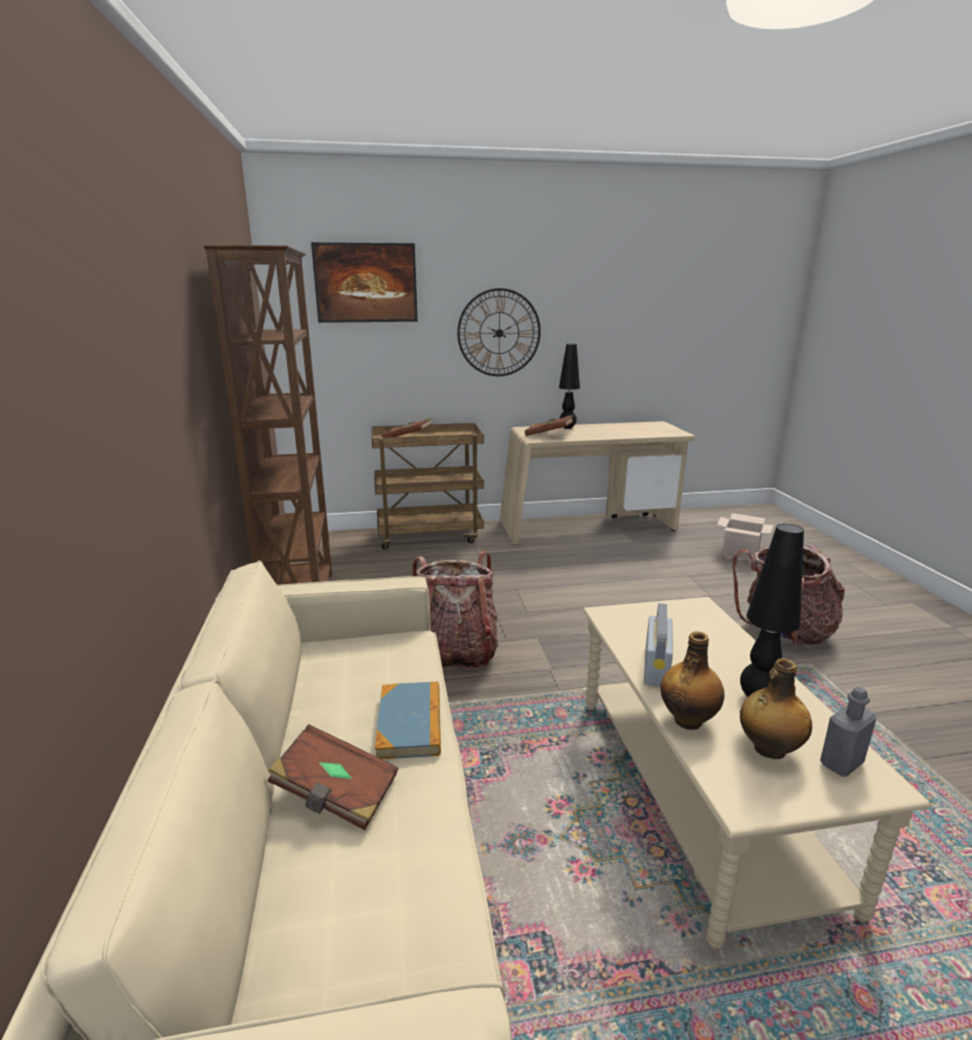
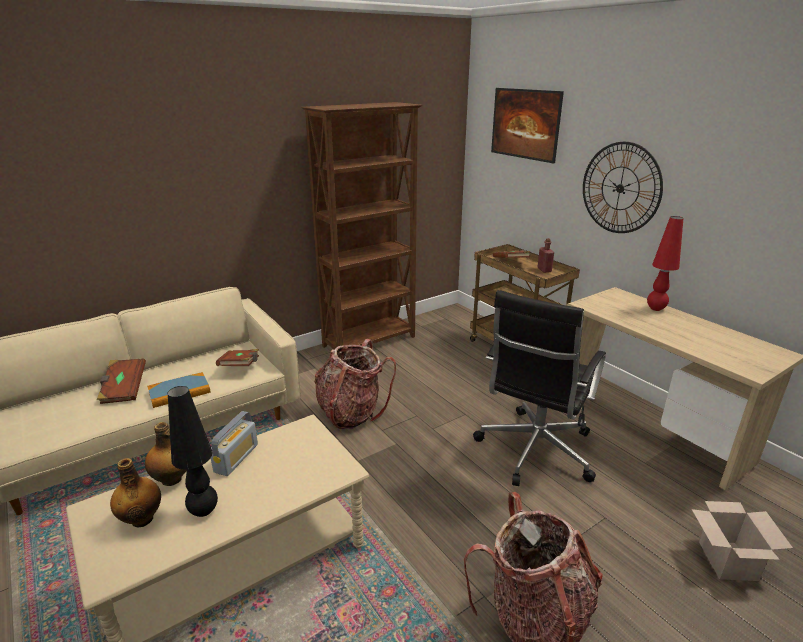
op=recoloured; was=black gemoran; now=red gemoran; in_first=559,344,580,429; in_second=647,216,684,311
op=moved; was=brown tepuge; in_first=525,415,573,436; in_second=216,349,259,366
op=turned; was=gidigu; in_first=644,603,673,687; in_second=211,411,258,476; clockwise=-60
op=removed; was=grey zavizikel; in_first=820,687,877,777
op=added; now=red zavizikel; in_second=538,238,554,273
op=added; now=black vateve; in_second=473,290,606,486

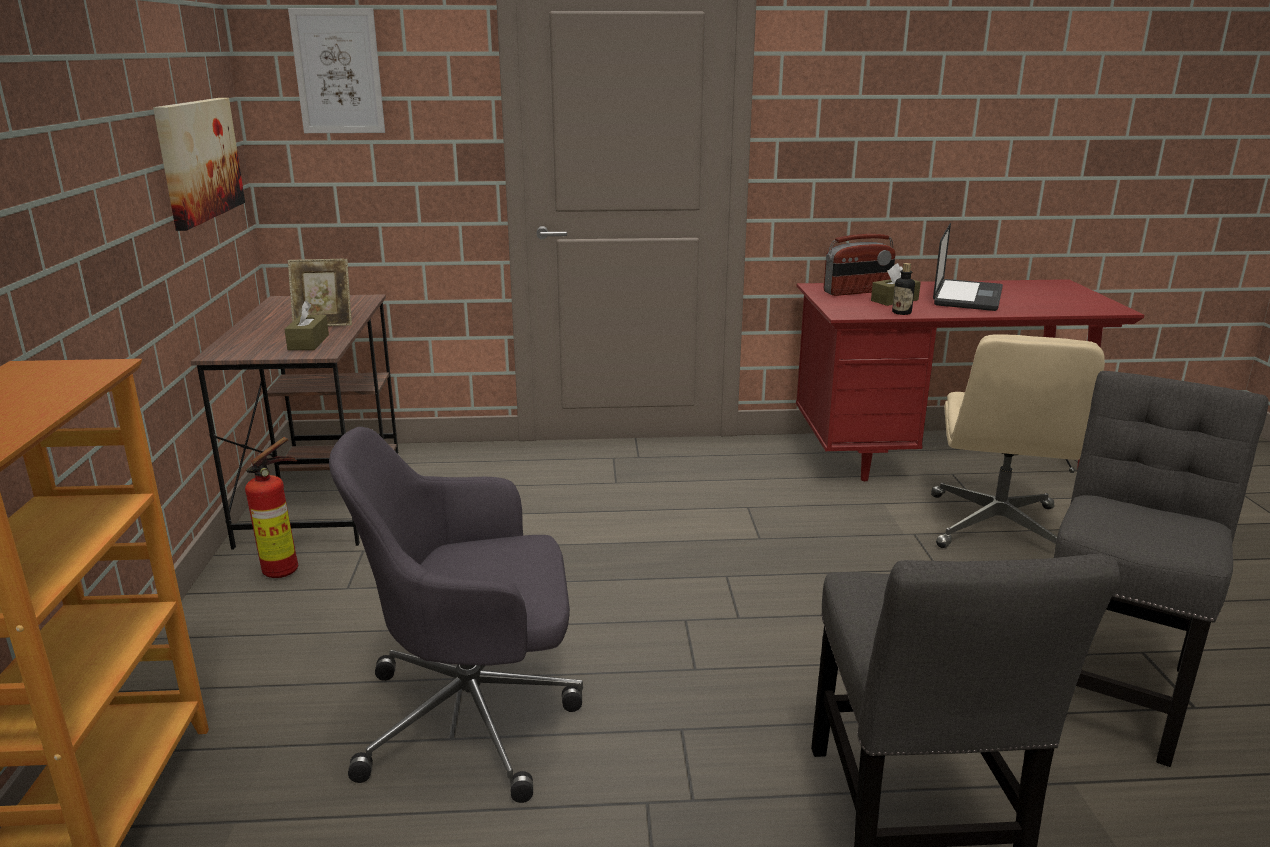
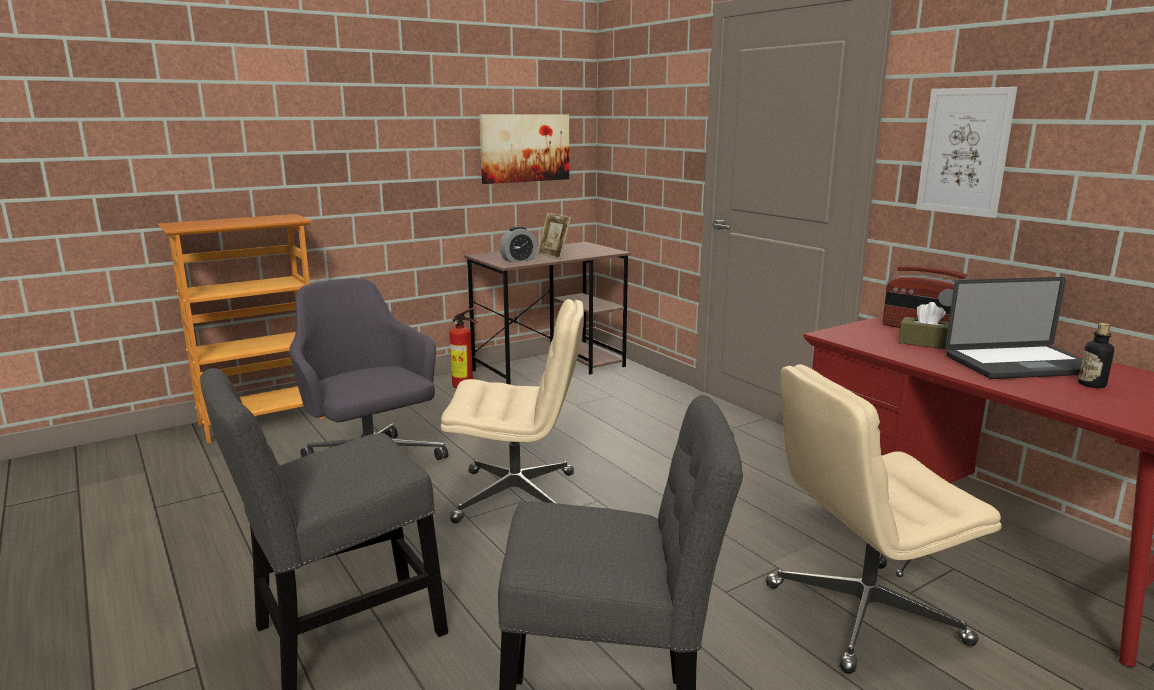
op=moved; was=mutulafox; in_first=288,8,385,133; in_second=916,87,1017,218
op=moved; was=zavizikel; in_first=892,263,915,315; in_second=1078,323,1114,388
op=replaced; was=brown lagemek; now=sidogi; in_first=284,301,329,350; in_second=499,226,537,263
op=added; now=beige vateve; in_second=441,299,584,523

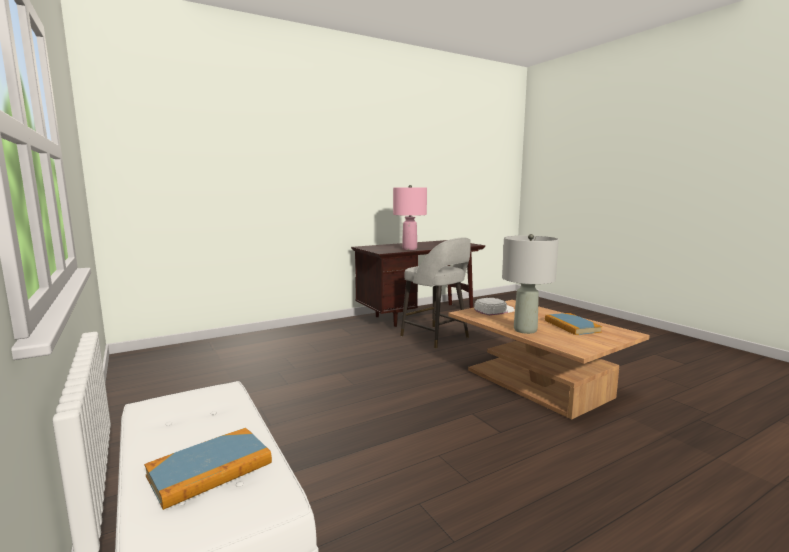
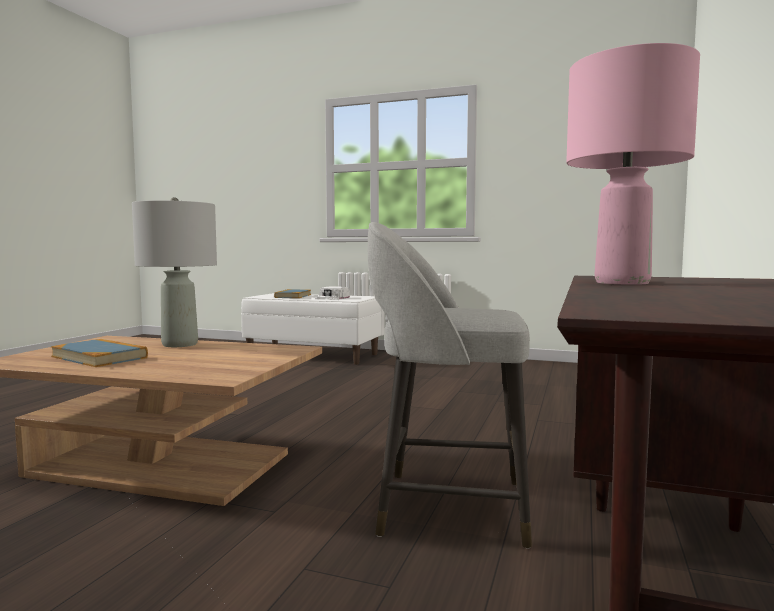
op=moved; was=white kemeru; in_first=474,298,515,316; in_second=315,286,350,300

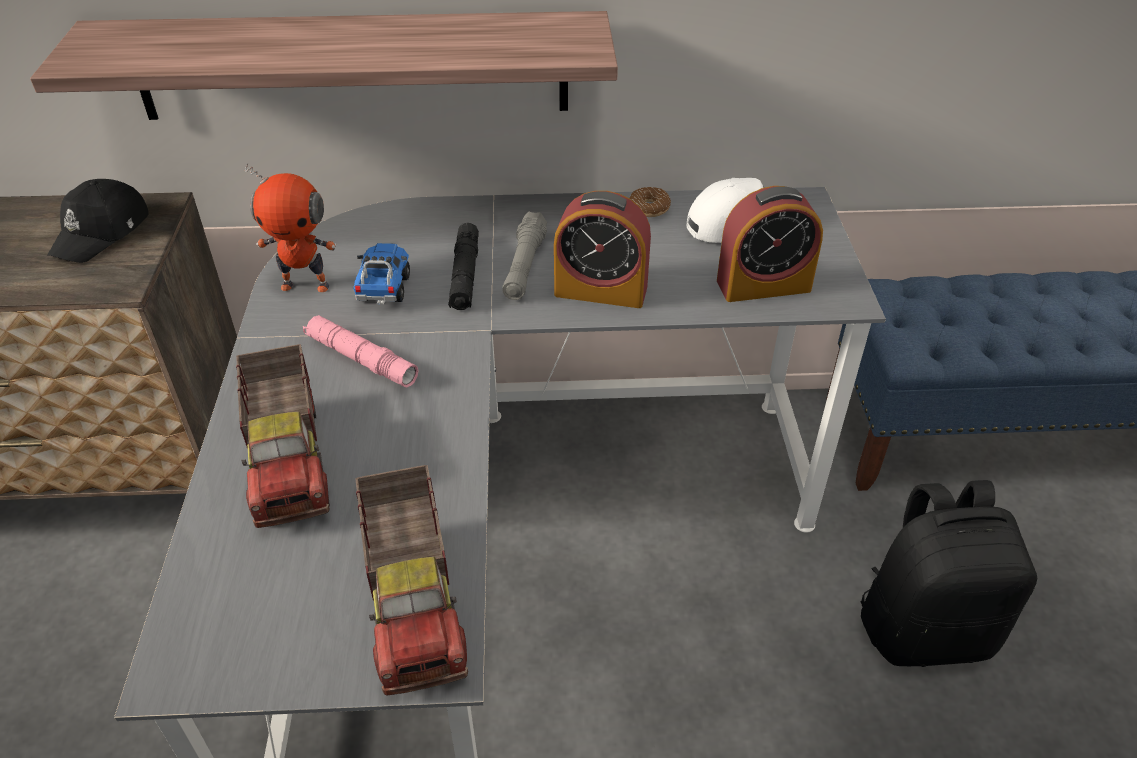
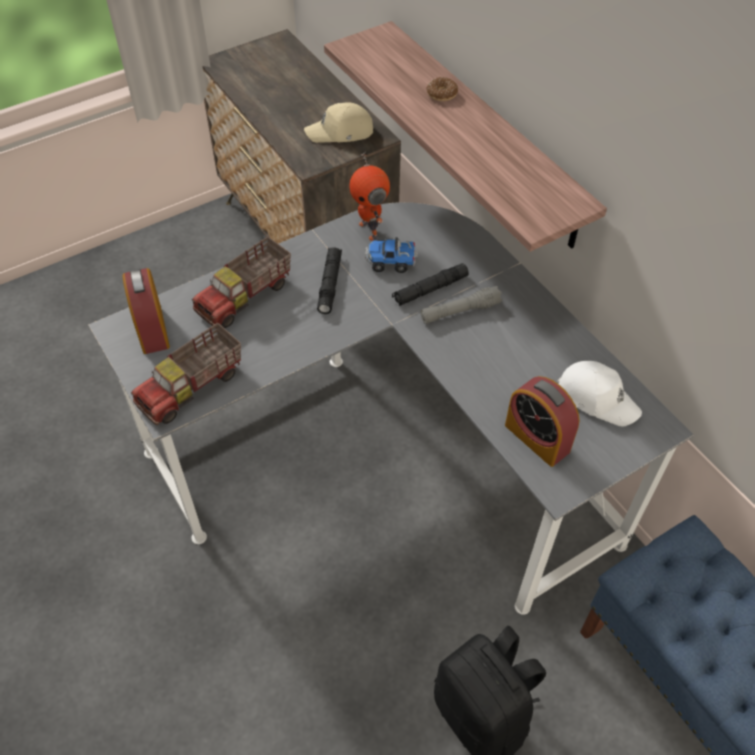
op=recoloured; was=black kemeru; now=beige kemeru; in_first=47,179,149,263; in_second=304,102,373,143
op=moved; was=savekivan; in_first=629,187,671,217; in_second=426,77,458,101
op=moved; was=sidogi; in_first=554,191,651,308; in_second=123,268,170,354
op=turned; was=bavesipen; in_first=353,243,410,304; in_second=365,236,418,273; clockwise=-150
op=recoloured; was=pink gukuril; now=black gukuril; in_first=303,315,419,387; in_second=317,247,342,314

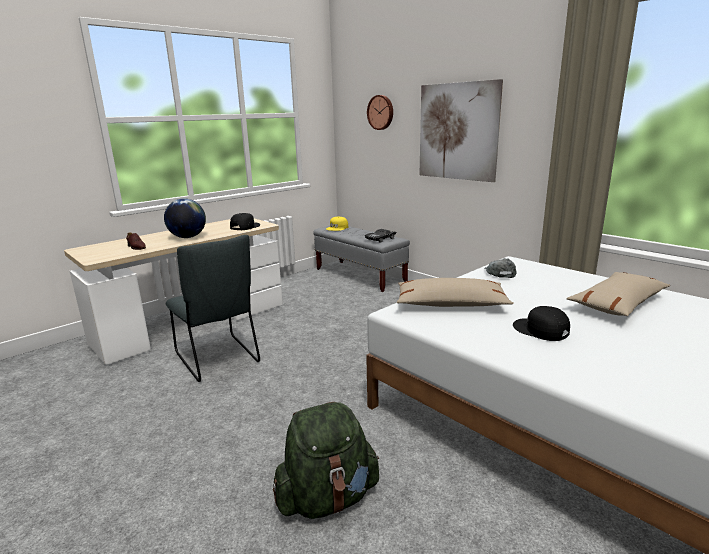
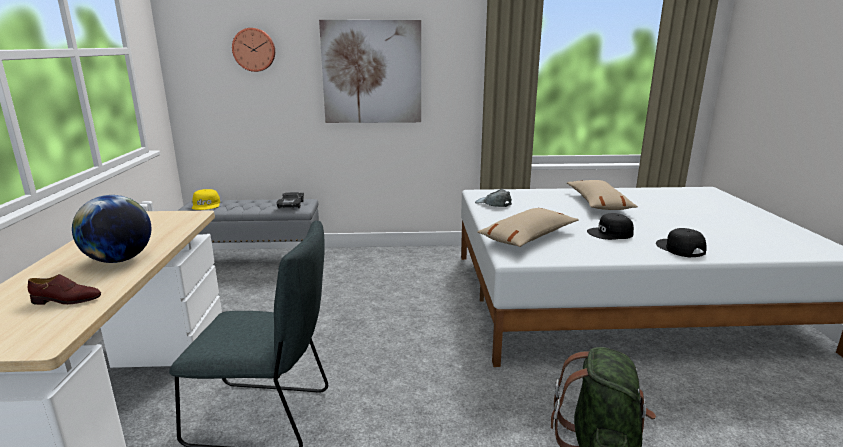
op=moved; was=black kemeru; in_first=230,213,260,230; in_second=656,228,707,257

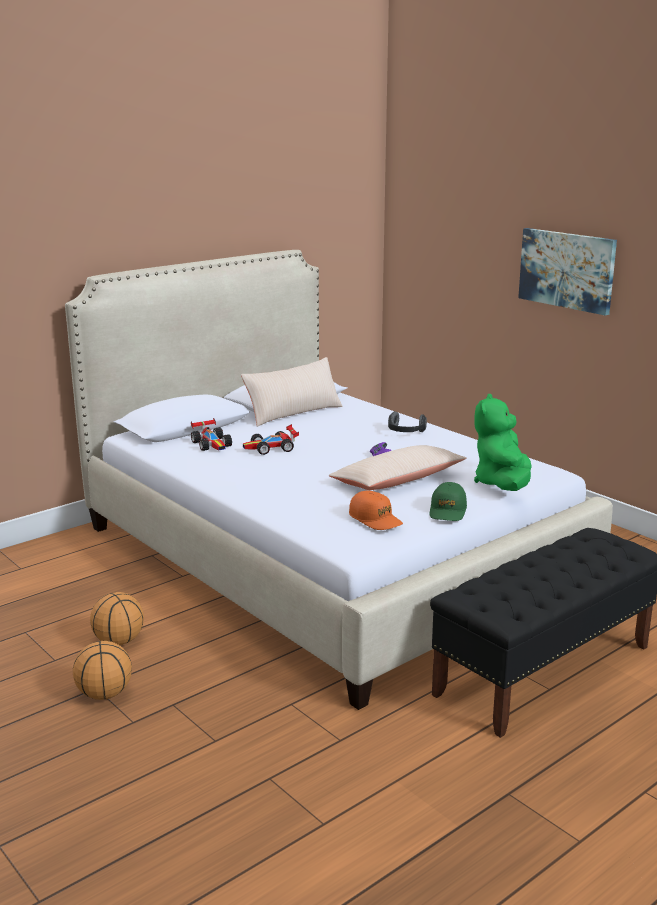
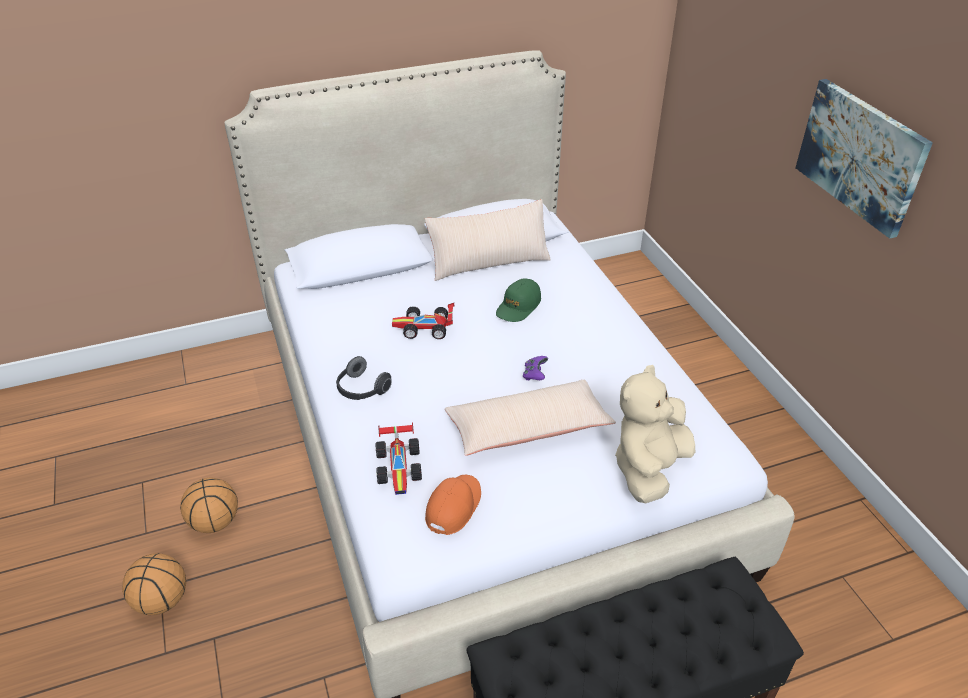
op=recoloured; was=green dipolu; now=beige dipolu; in_first=474,394,532,491; in_second=615,365,695,504
op=moved; was=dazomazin; in_first=388,411,427,432; in_second=336,356,392,400
op=moved; was=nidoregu; in_first=191,418,232,451; in_second=376,422,422,495
op=moved; was=green kemeru; in_first=429,482,467,521; in_second=496,278,541,322
op=turned; was=orange kemeru; in_first=349,491,403,530; in_second=425,475,481,535; clockwise=-135

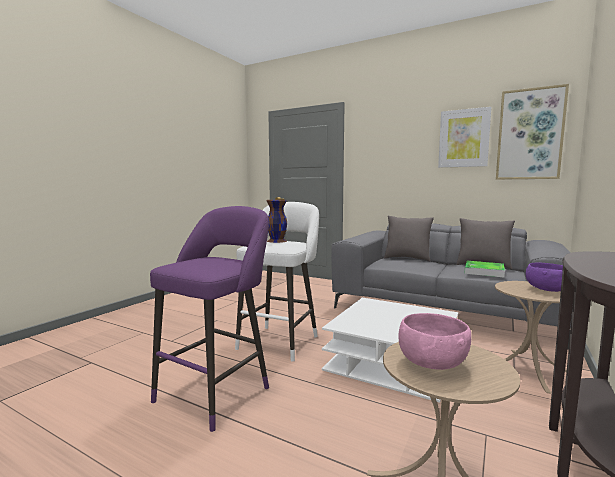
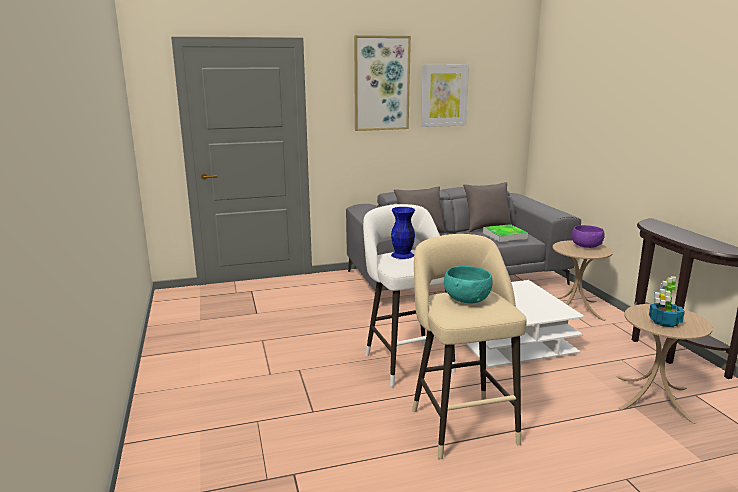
op=moved; was=mutulafox; in_first=496,84,569,180; in_second=354,35,411,131
op=recoloured; was=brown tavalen; now=blue tavalen; in_first=266,200,287,243; in_second=391,207,415,259
op=recoloured; was=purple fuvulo; now=beige fuvulo; in_first=150,206,269,432; in_second=412,234,527,459
op=replaced; was=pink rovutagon; now=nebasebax; in_first=398,313,471,370; in_second=649,276,685,327
op=added; now=turquoise rovutagon; in_second=444,266,492,304

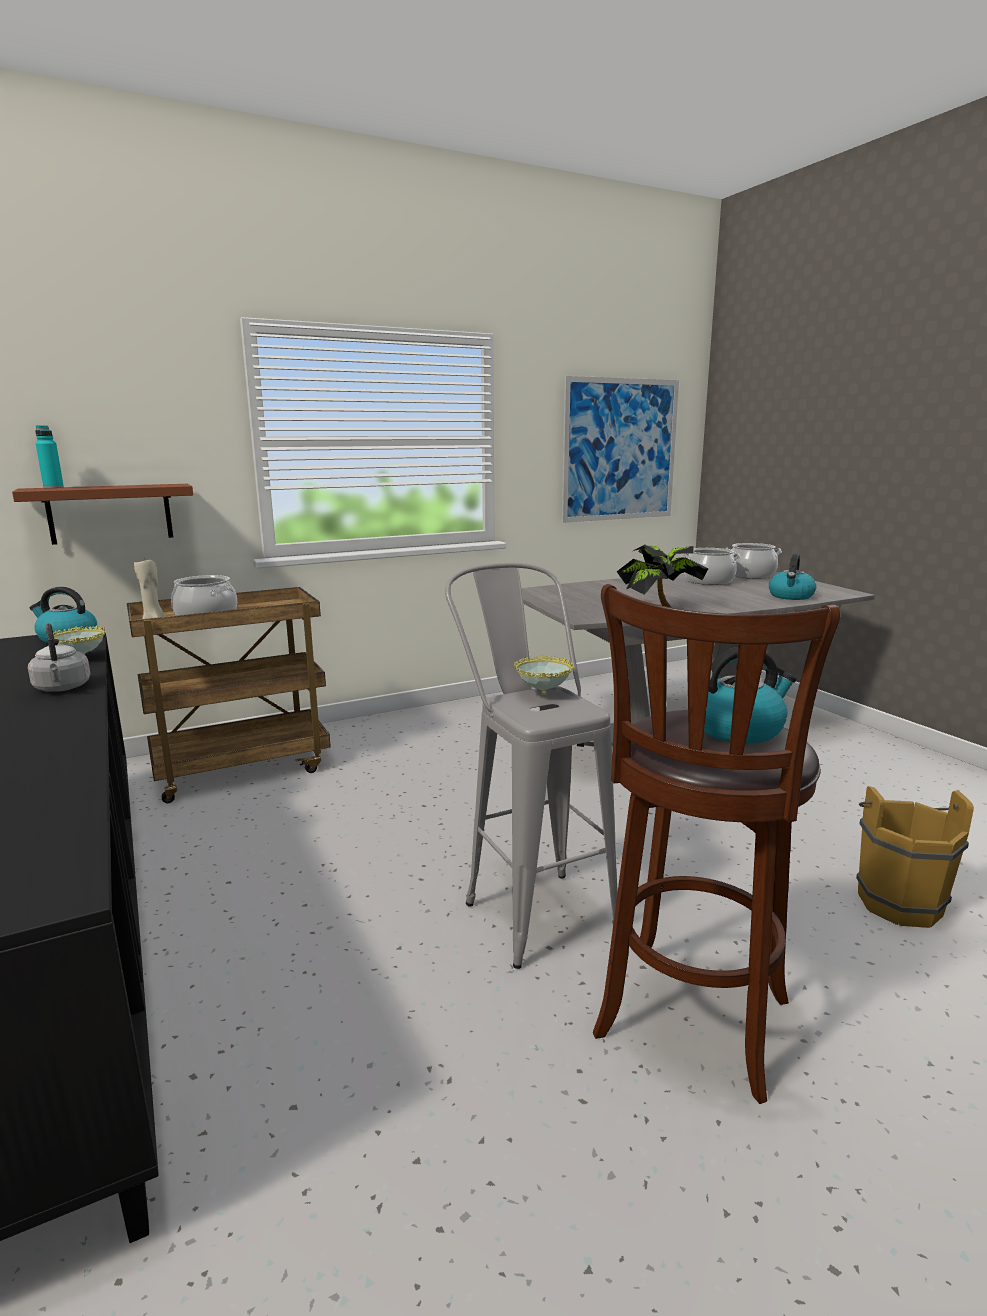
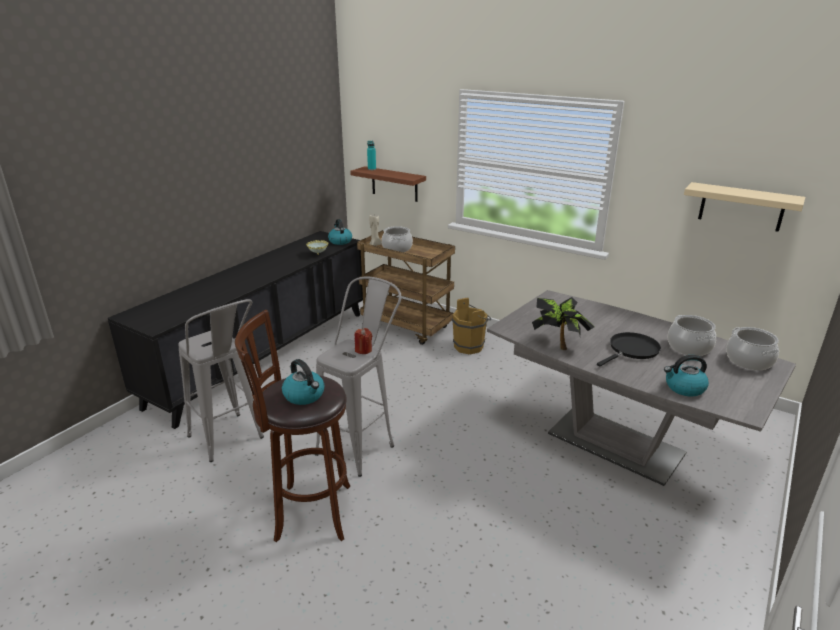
op=replaced; was=mutulafox; now=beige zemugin; in_first=562,376,679,523; in_second=684,182,805,232
op=removed; was=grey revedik; in_first=28,624,91,692
op=replaced; was=rovutagon; now=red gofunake; in_first=514,655,574,695; in_second=355,328,372,354
op=moved; was=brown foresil; in_first=856,786,974,928; in_second=452,298,491,354
op=added; now=grey fuvulo; in_second=178,299,264,462
op=added; now=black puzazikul; in_second=597,332,661,367

